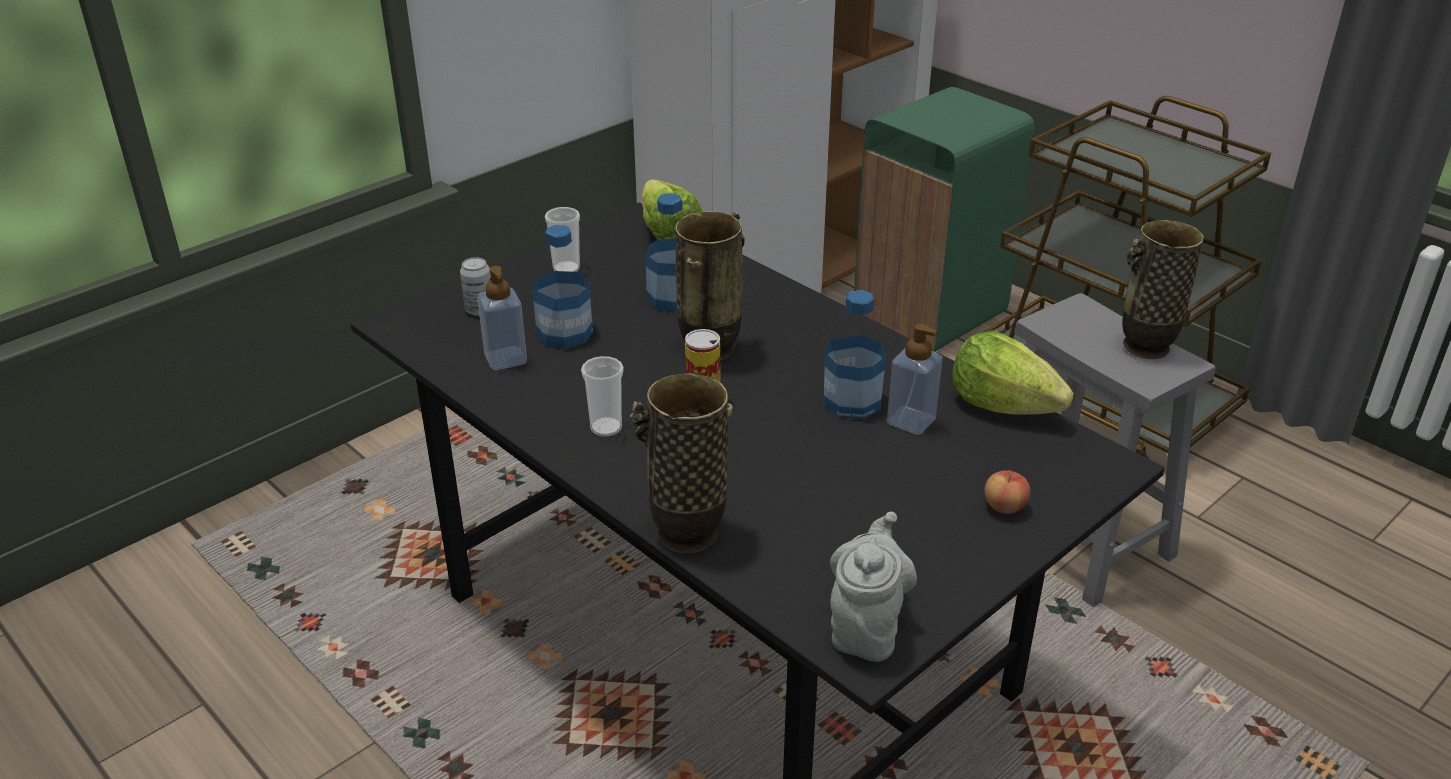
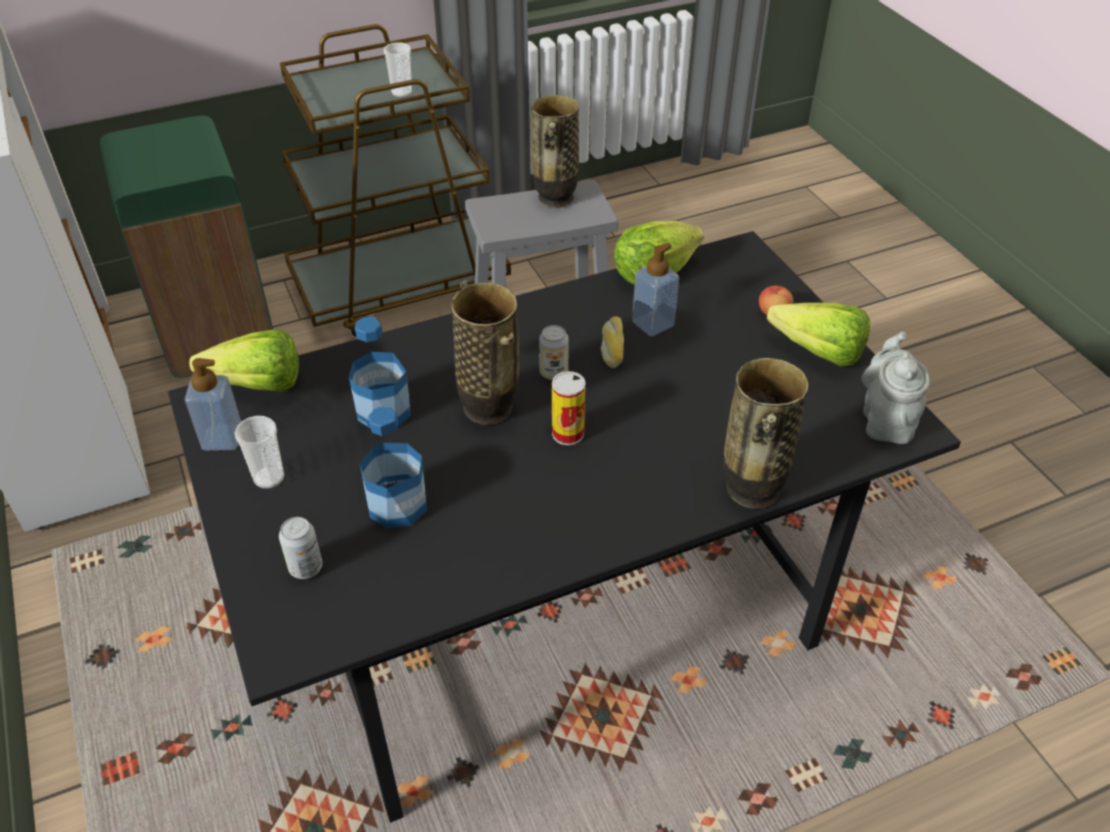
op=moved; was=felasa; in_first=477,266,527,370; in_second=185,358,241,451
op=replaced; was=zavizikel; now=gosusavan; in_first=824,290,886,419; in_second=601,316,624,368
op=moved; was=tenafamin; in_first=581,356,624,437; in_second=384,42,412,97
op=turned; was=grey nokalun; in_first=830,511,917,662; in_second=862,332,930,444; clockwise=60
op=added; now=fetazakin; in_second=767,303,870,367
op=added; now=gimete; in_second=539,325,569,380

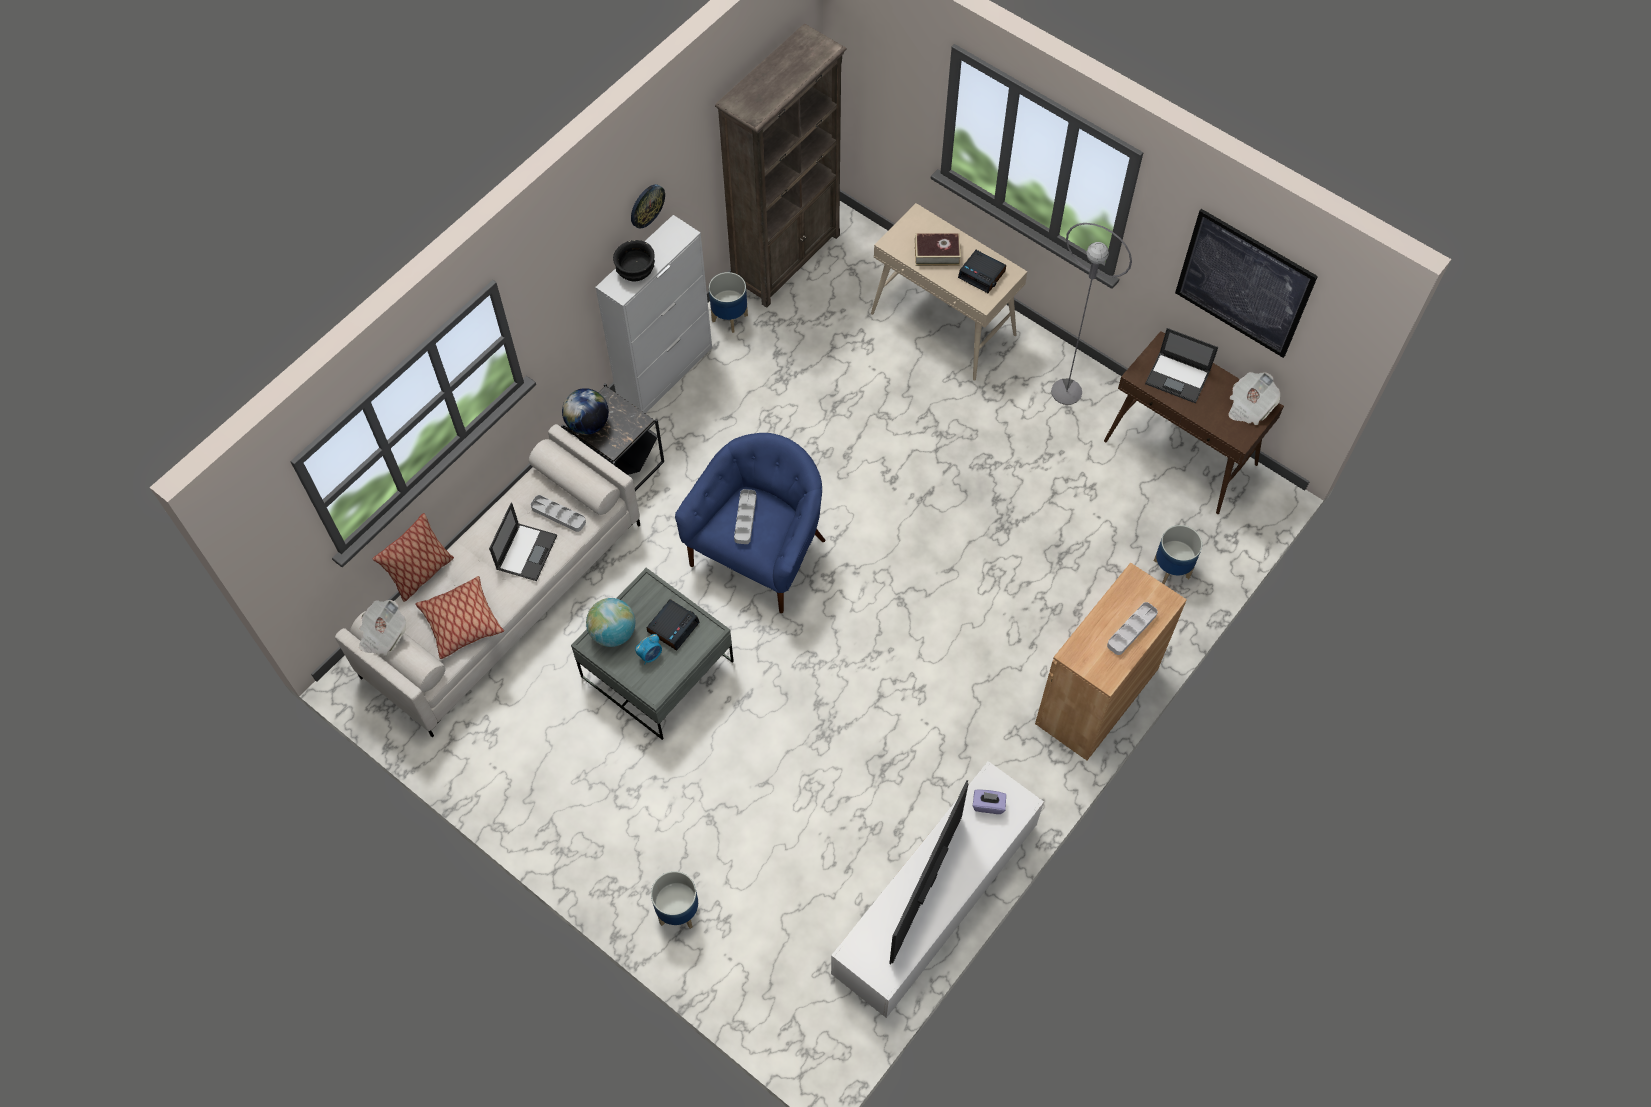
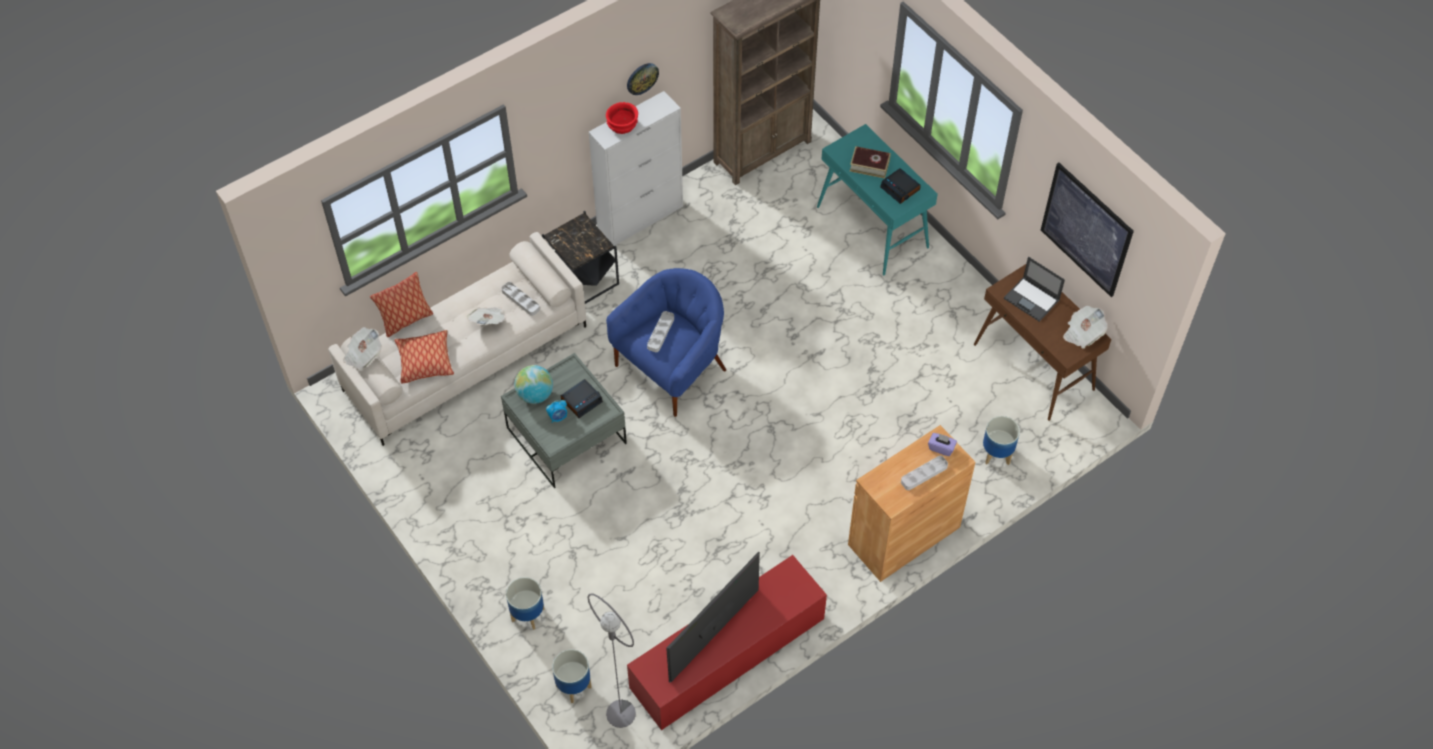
op=recoloured; was=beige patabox; now=turquoise patabox; in_first=871,203,1028,381; in_second=817,124,938,275
op=moved; was=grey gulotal; in_first=1051,223,1132,405; in_second=587,593,636,728
op=recoloured; was=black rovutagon; now=red rovutagon; in_first=613,240,655,282; in_second=606,102,638,134
op=moved; was=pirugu; in_first=709,272,748,333; in_second=552,649,592,703
op=removed; was=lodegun; in_first=562,388,609,435
op=replaced; was=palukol; now=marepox; in_first=489,502,557,581; in_second=467,307,506,325
op=recoloured; was=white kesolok; now=red kesolok; in_first=831,761,1044,1018; in_second=627,555,827,730
op=moved; was=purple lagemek; in_first=973,789,1006,814; in_second=928,433,957,456

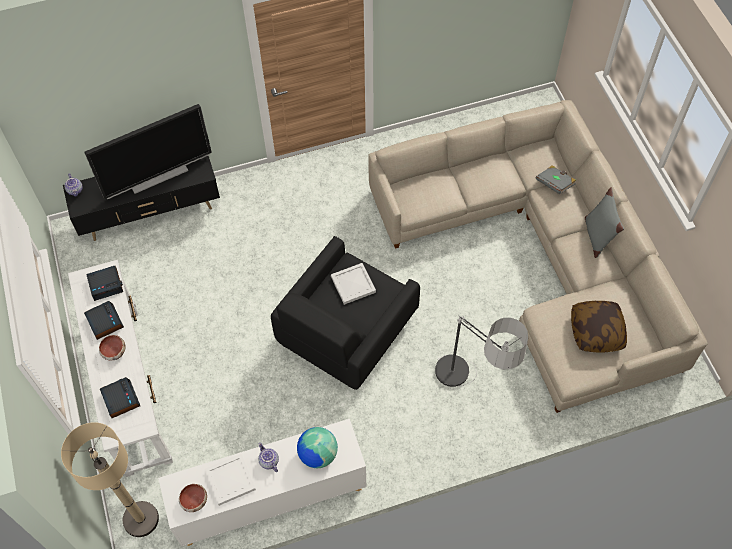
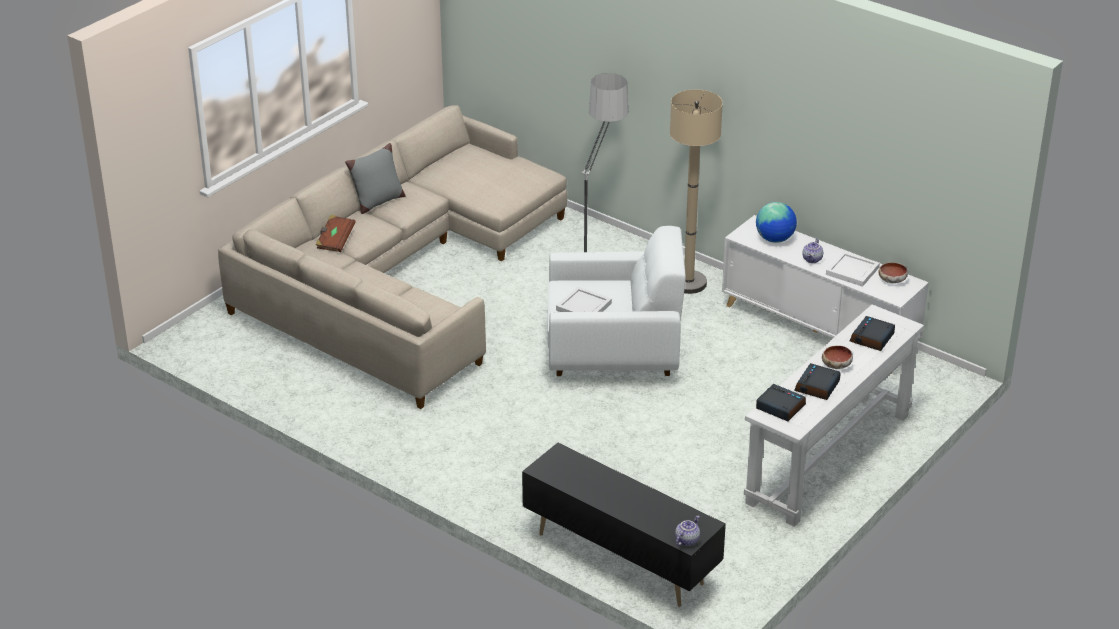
op=removed; was=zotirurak; in_first=84,104,212,199
op=recoloured; was=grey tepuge; now=brown tepuge; in_first=536,165,576,194; in_second=315,215,356,252
op=recoloured; was=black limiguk; now=white limiguk; in_first=271,236,420,390; in_second=548,226,686,376
op=removed; was=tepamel; in_first=571,301,627,353
op=moved; was=beige gulotal; in_first=61,422,159,537; in_second=670,89,723,294

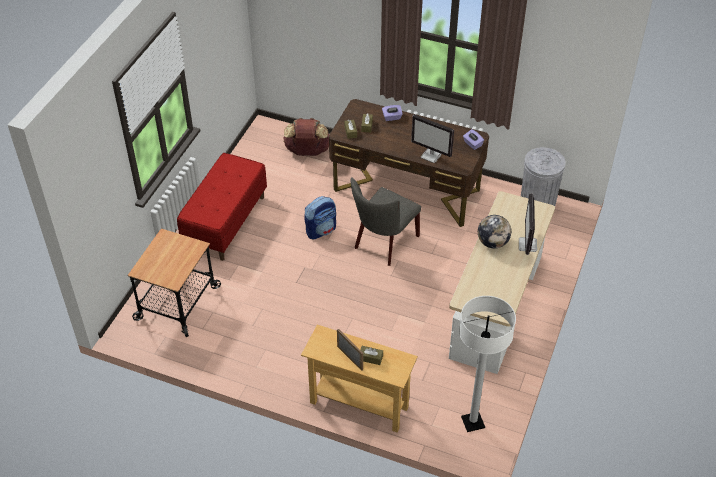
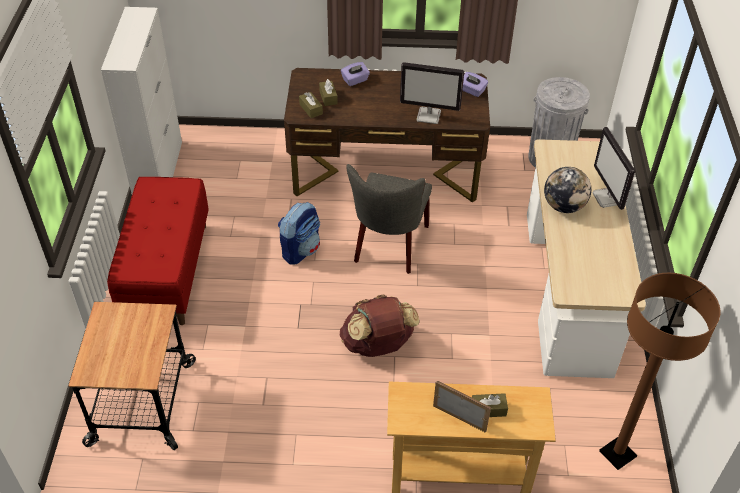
op=moved; was=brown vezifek; in_first=283,118,329,156; in_second=340,295,420,357
op=recoloured; was=white gulotal; now=brown gulotal; in_first=459,296,516,432; in_second=599,273,720,470
op=added; now=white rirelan; in_second=101,7,182,194

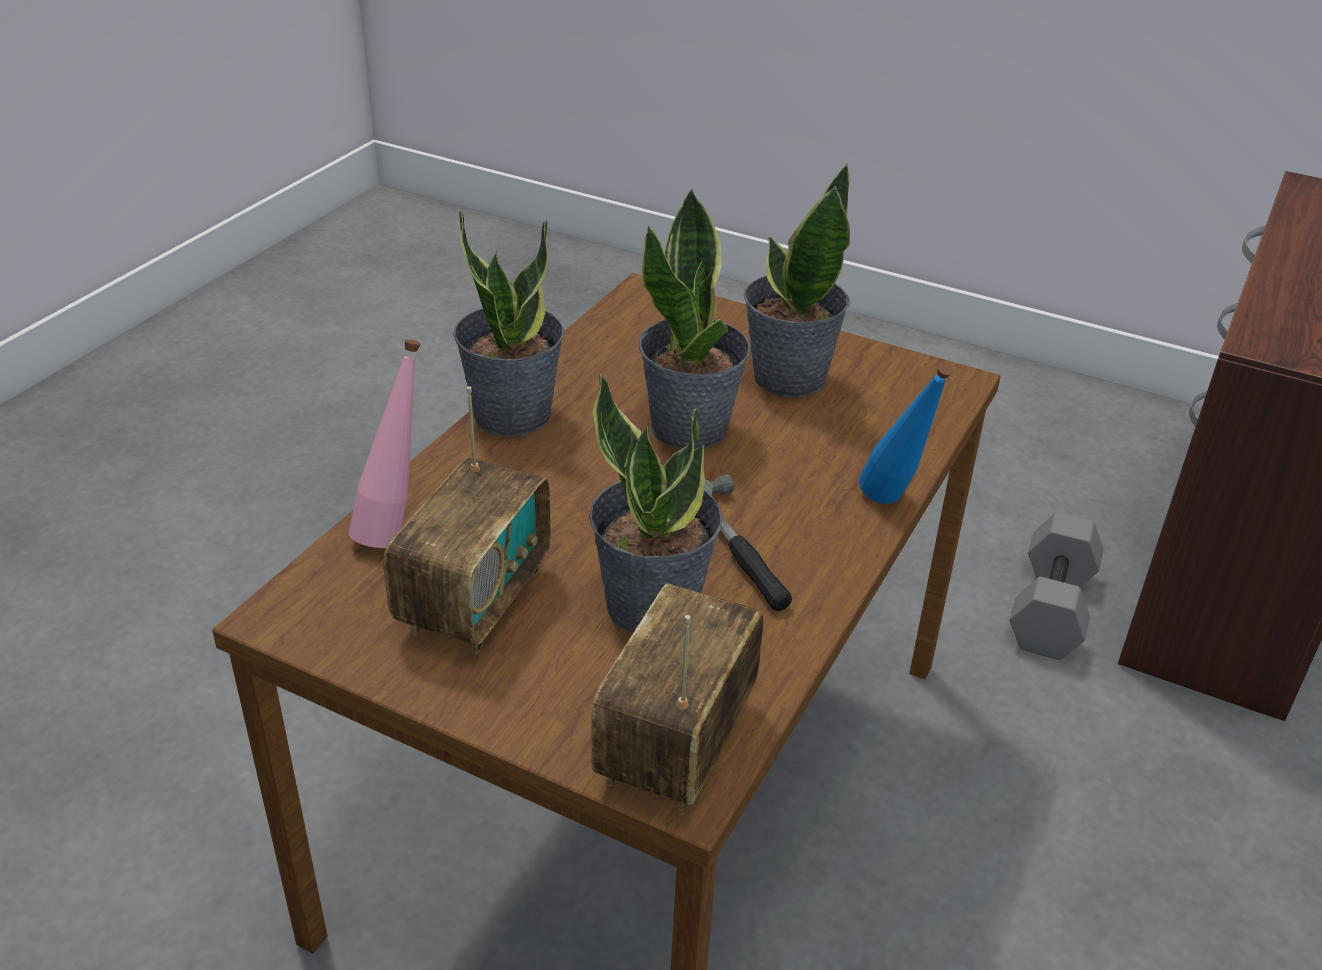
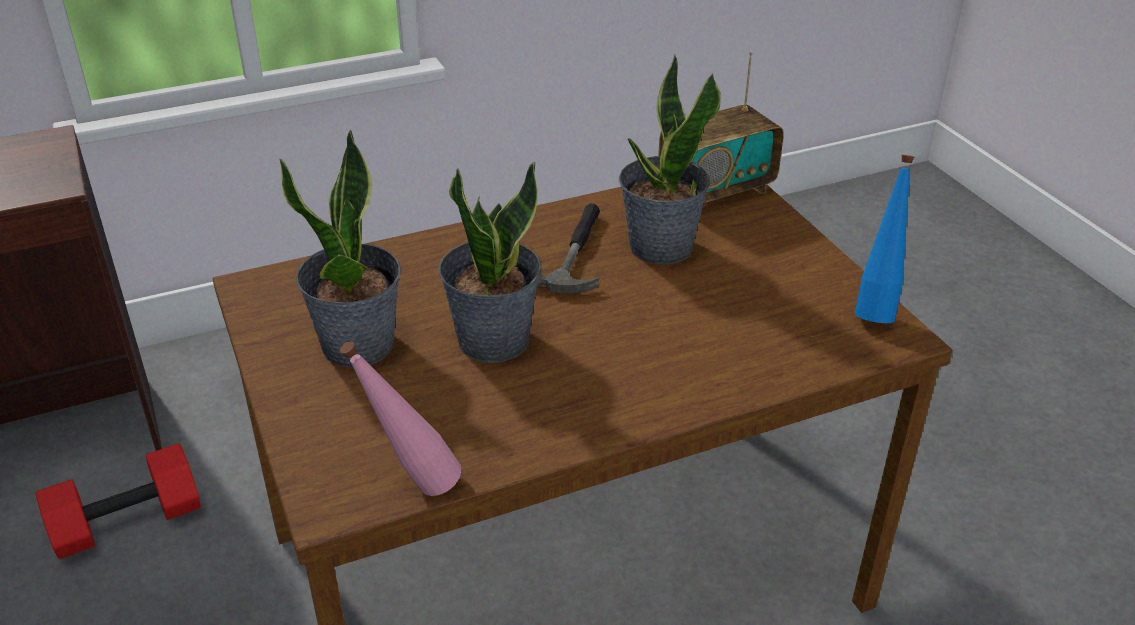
op=removed; was=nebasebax; in_first=453,210,564,437
op=moved; was=pink zavizikel; in_first=349,339,420,548; in_second=340,341,461,496
op=moved; was=blue zavizikel; in_first=859,362,953,504; in_second=855,155,914,323
op=removed; was=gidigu; in_first=383,387,551,655
op=recoloured; was=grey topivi; now=red topivi; in_first=1010,512,1103,660; in_second=35,443,201,559

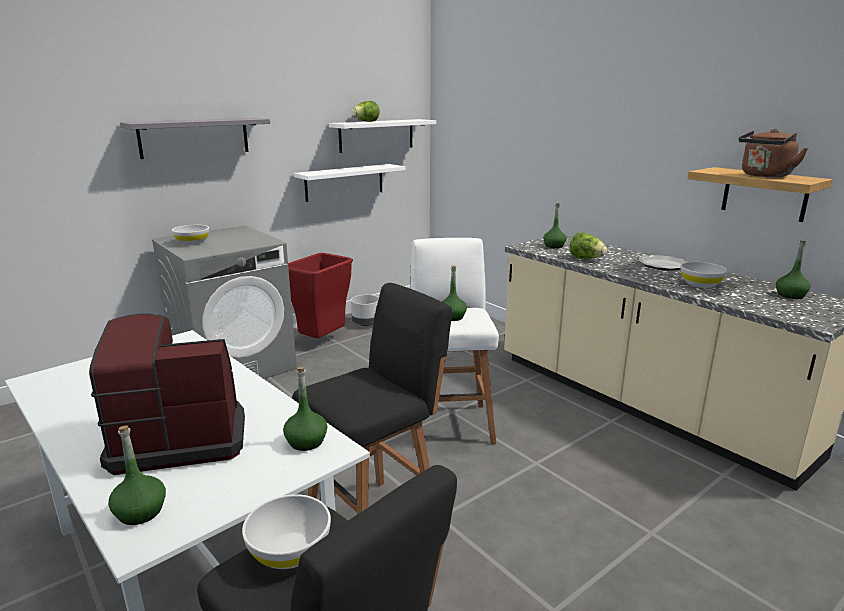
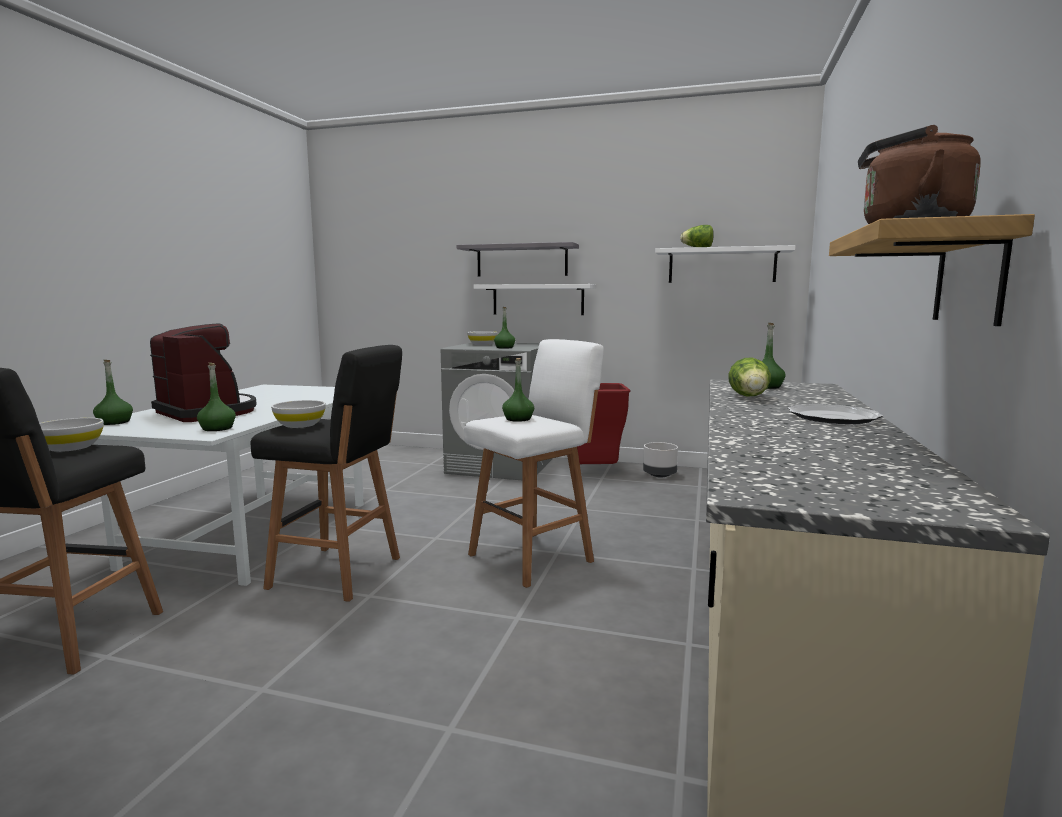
op=moved; was=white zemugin; in_first=294,164,405,202; in_second=473,284,595,315
op=moved; was=green zavizikel; in_first=776,241,811,299; in_second=494,307,515,349
op=moved; was=white rovutagon; in_first=680,262,727,288; in_second=271,400,326,428

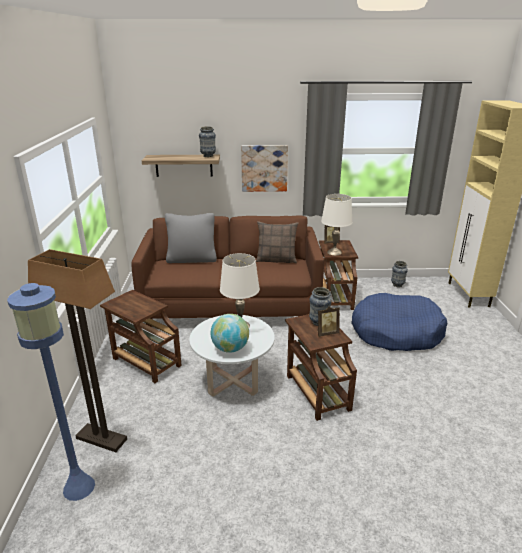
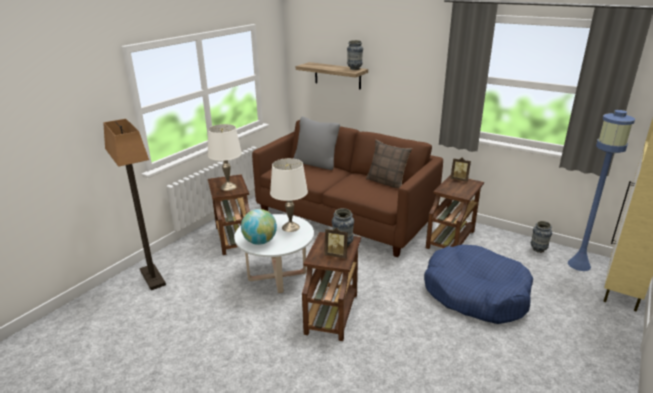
op=removed; was=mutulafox; in_first=241,145,288,192
op=moved; was=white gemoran; in_first=321,194,353,256; in_second=208,124,242,191
op=moved; was=blue gulotal; in_first=7,283,95,501; in_second=568,110,635,271

